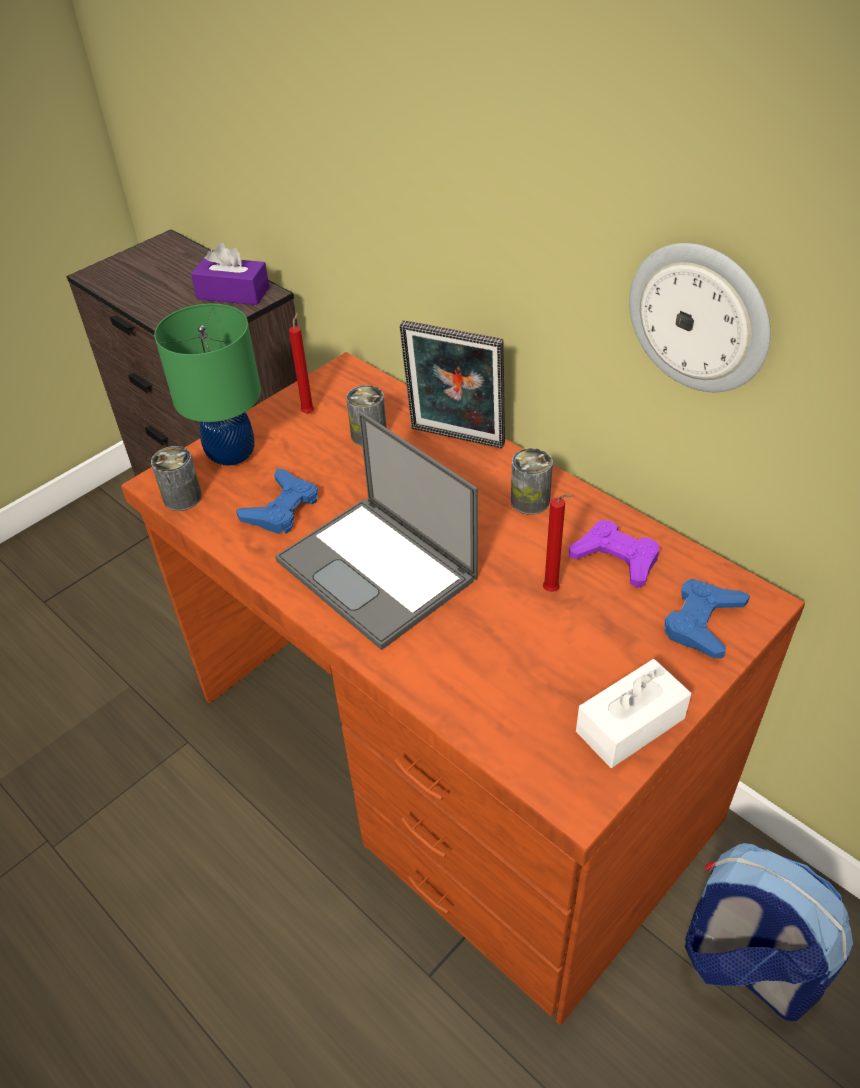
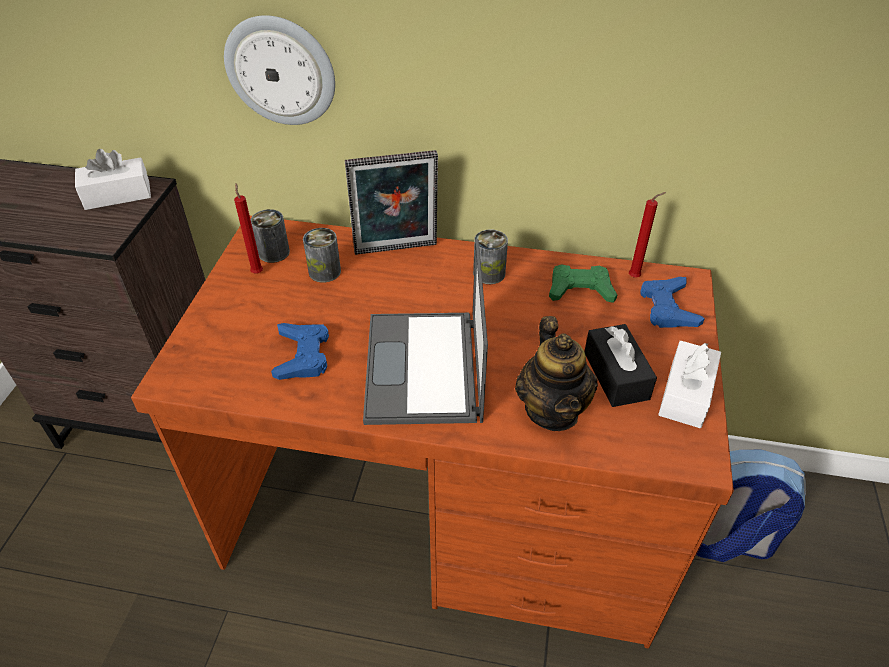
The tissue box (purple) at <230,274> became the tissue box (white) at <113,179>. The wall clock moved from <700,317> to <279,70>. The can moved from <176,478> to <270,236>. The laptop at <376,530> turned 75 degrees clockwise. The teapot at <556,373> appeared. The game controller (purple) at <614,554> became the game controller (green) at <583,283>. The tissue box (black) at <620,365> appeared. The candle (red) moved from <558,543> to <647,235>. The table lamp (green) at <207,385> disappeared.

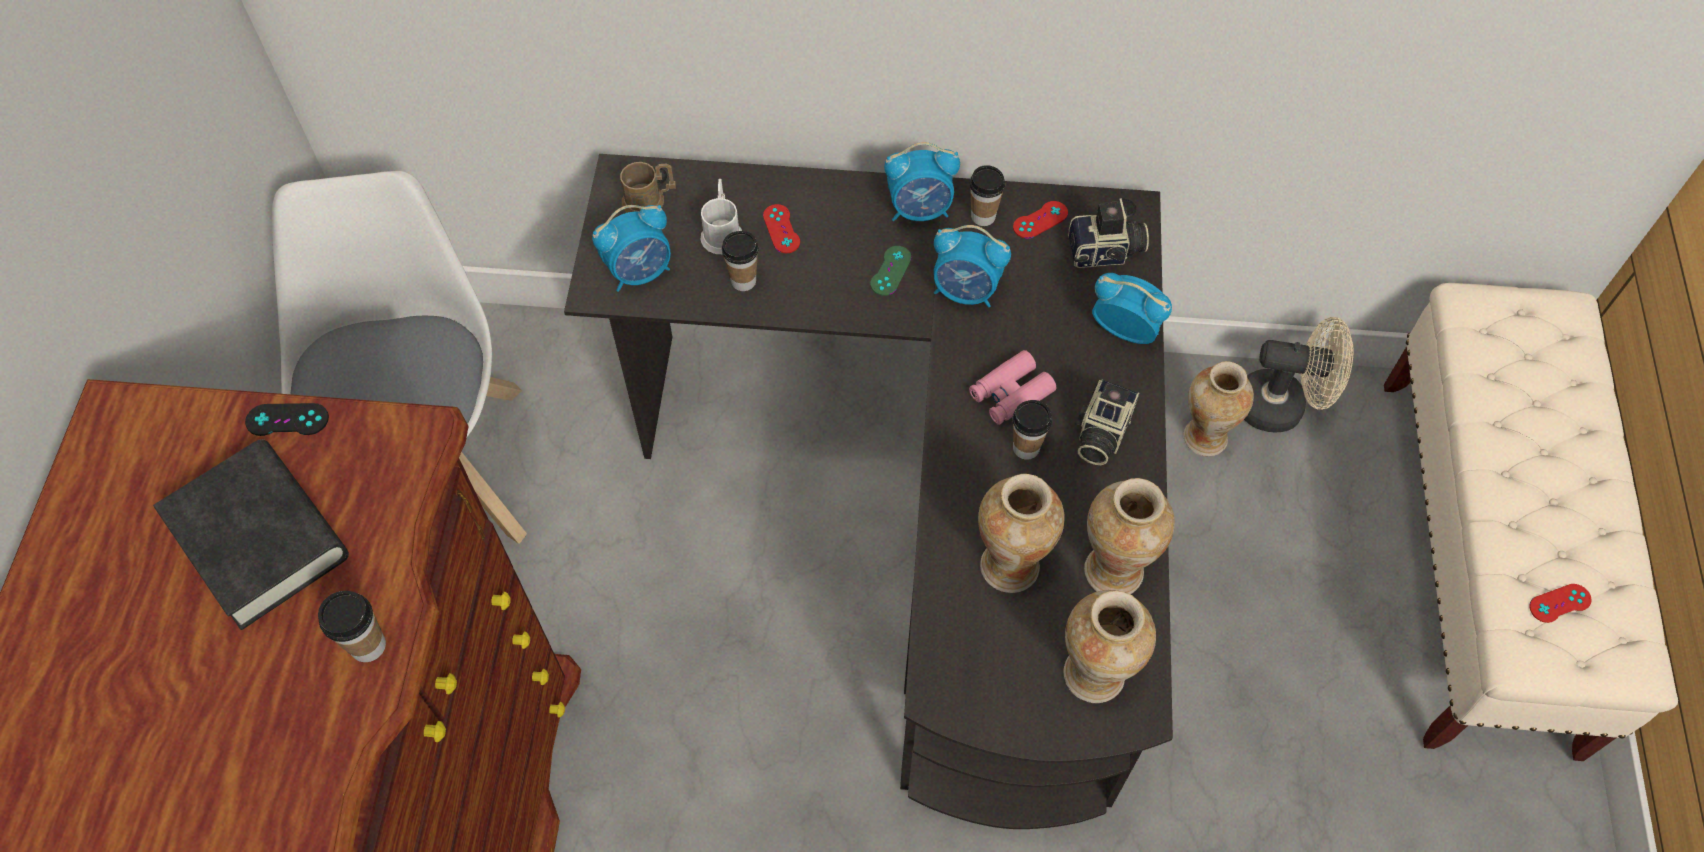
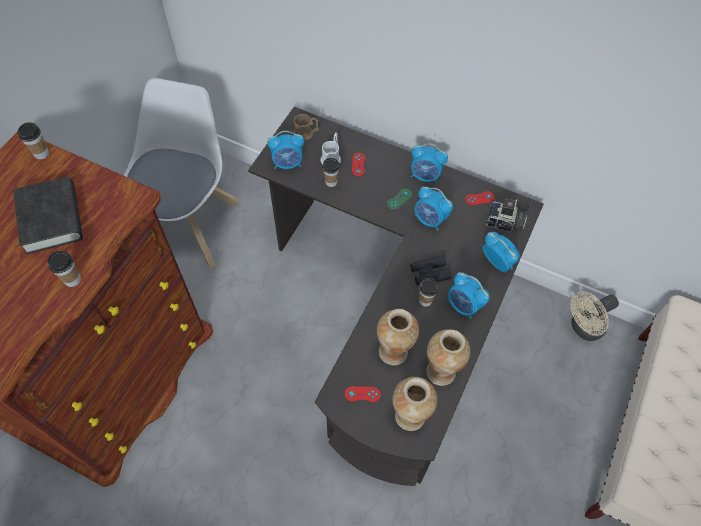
The cup moved from <987,195> to <33,140>. The game controller (red) moved from <1560,603> to <363,394>. The binoculars (pink) at <1012,387> became the binoculars (black) at <430,270>. The photo camera at <1107,422> was replaced by the alarm clock at <469,295>. The fan (beige) at <1298,375> turned 120 degrees clockwise. The game controller (black) at <287,419> disappeared. The vase at <1218,408> disappeared.

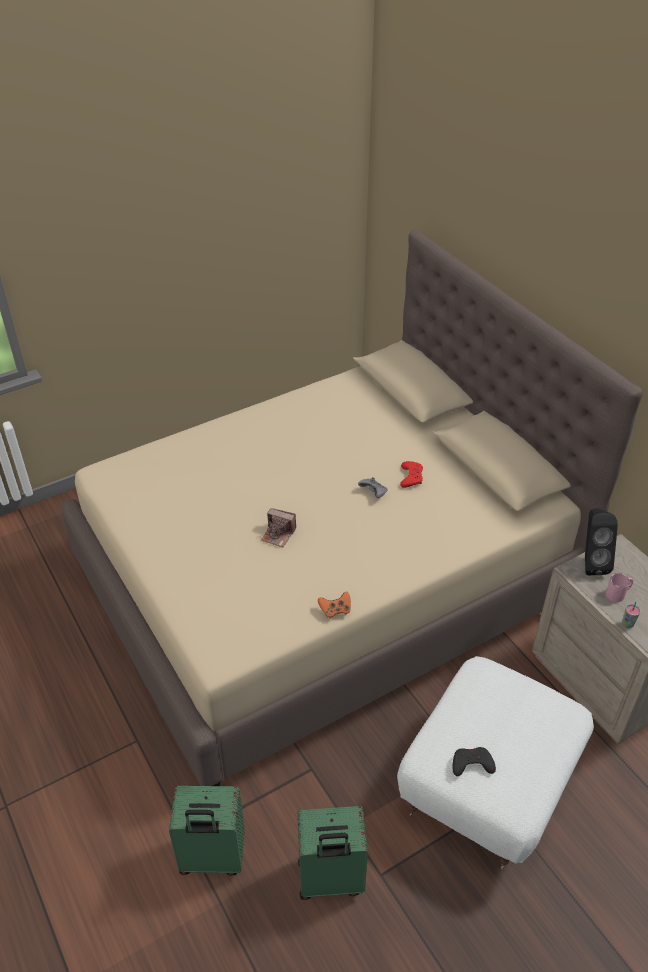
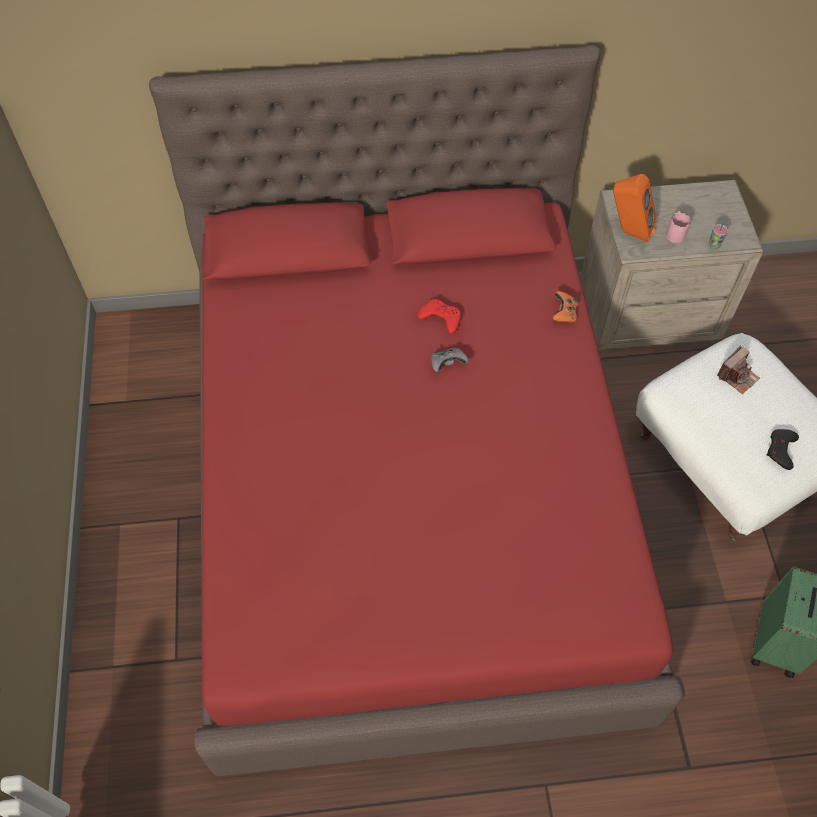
The bed (beige) at <352,508> became the bed (red) at <417,410>. The game controller (orange) moved from <334,604> to <565,307>. The speaker (black) at <601,542> became the speaker (orange) at <635,208>. The photo camera moved from <278,527> to <738,369>. The suitcase (green) at <207,831> disappeared.

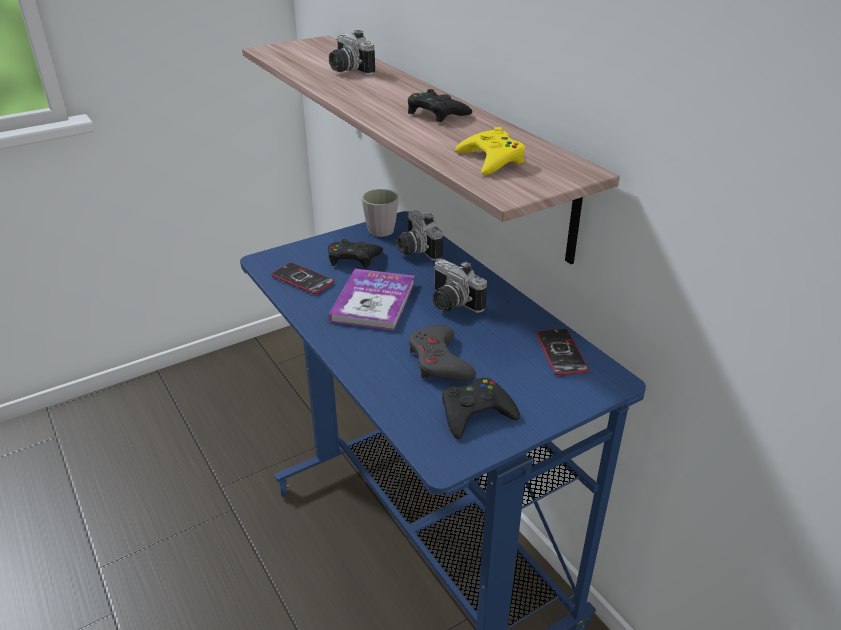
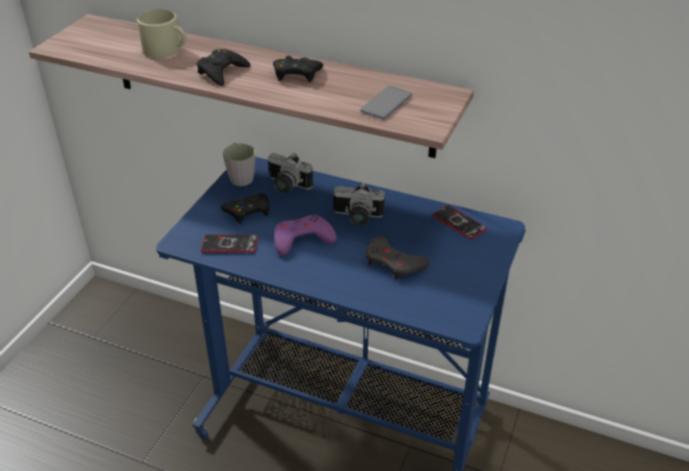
The photo camera at <352,52> was replaced by the mug (beige) at <162,33>. The game controller (black) moved from <481,409> to <223,67>. The book at <371,299> was replaced by the game controller (purple) at <305,235>. The game controller (yellow) at <490,151> was replaced by the phone at <386,102>.

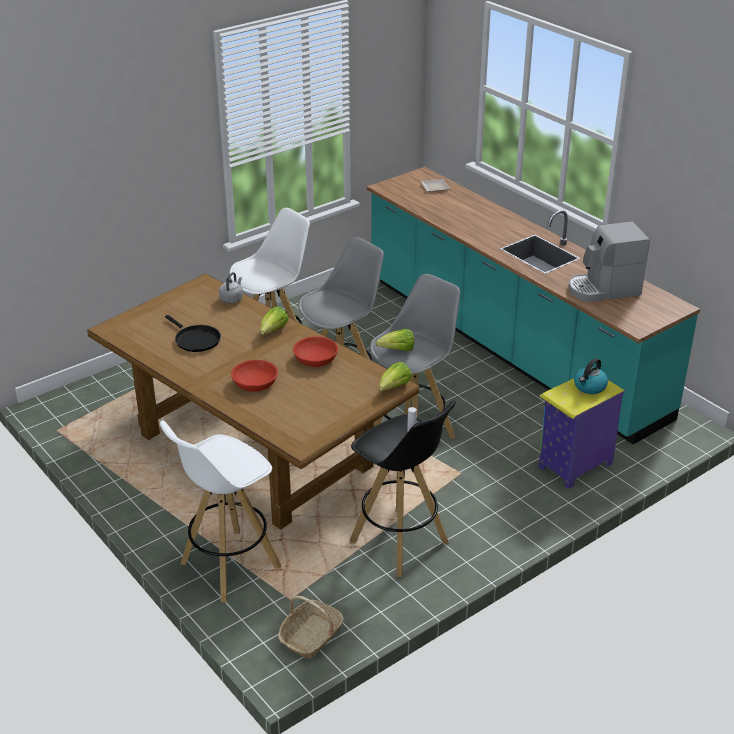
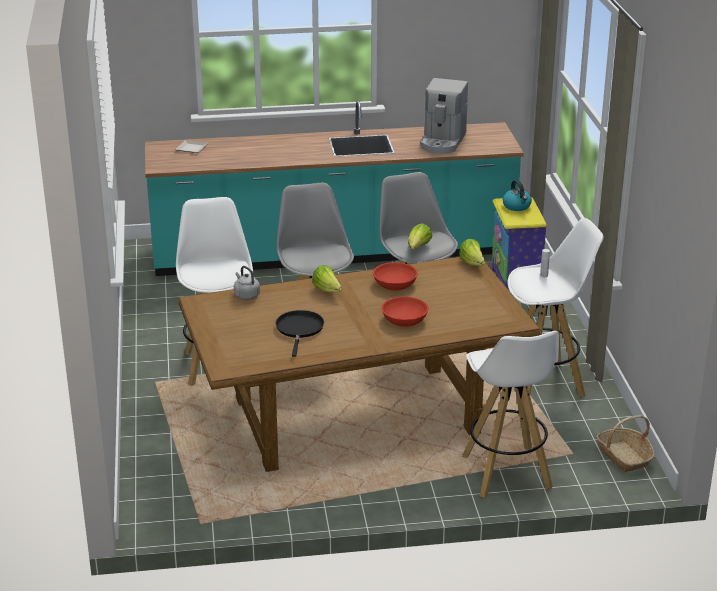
The frying pan (black) at <193,333> turned 75 degrees counterclockwise. The stool (black) at <403,489> became the stool (white) at <555,307>.

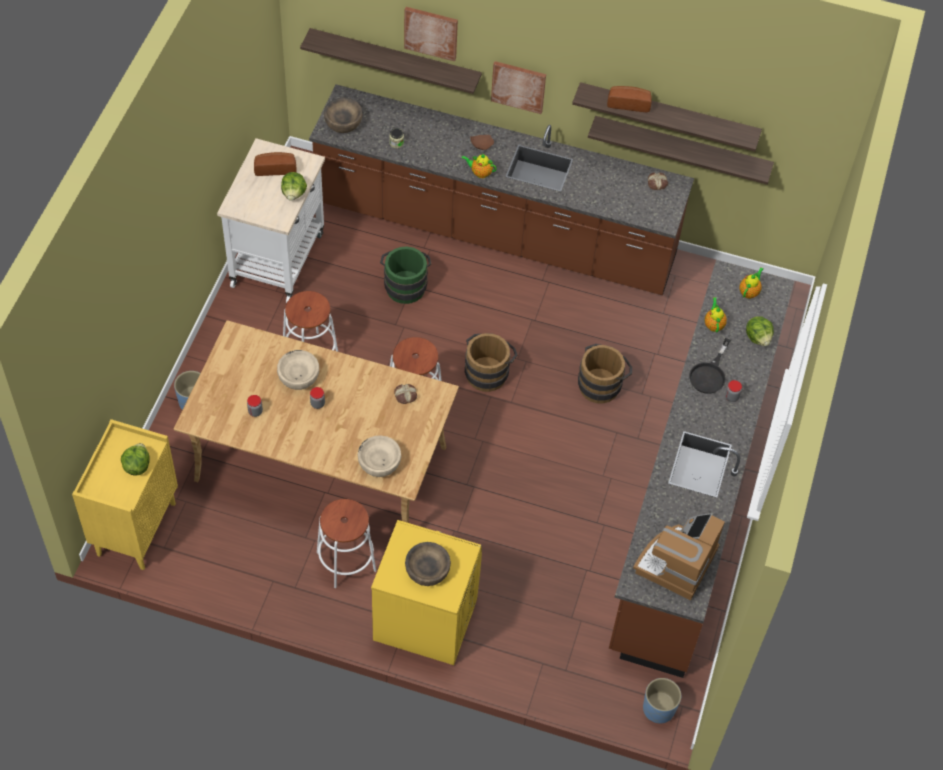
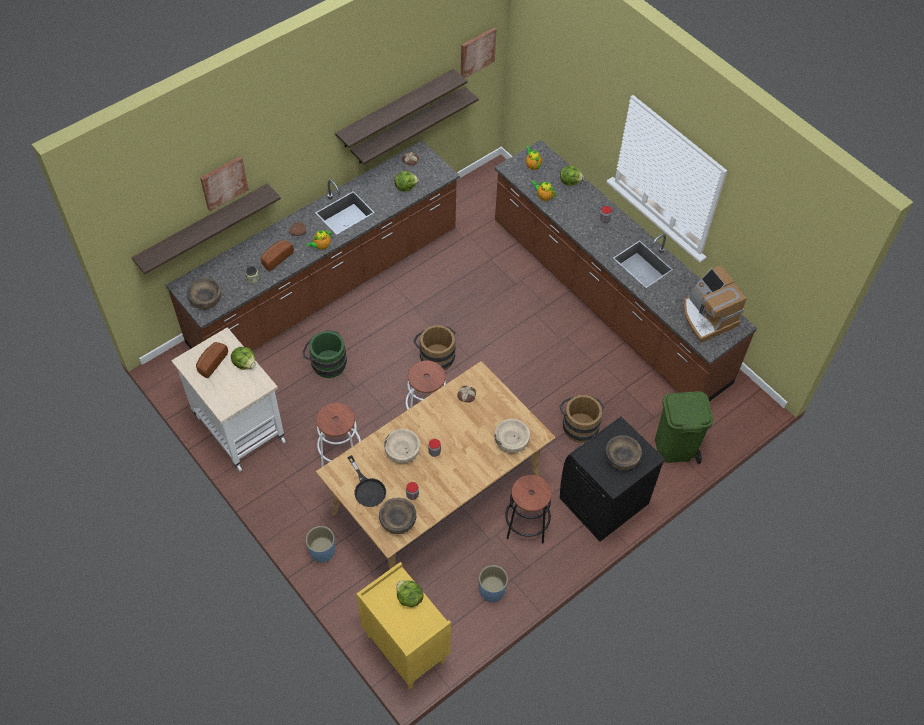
The bread moved from <629,99> to <277,255>. The frying pan (black) moved from <710,366> to <366,481>. The bowl (brown) at <397,516> appeared. The lettuce at <407,181> appeared. The picture moved from <518,87> to <478,52>. The planter (blue) moved from <662,701> to <493,583>. The stool (white) at <346,543> became the stool (black) at <528,509>. The bucket (brown) moved from <605,374> to <581,419>. The washing machine (yellow) at <426,592> became the washing machine (black) at <612,478>. The trash can (green) at <684,427> appeared.

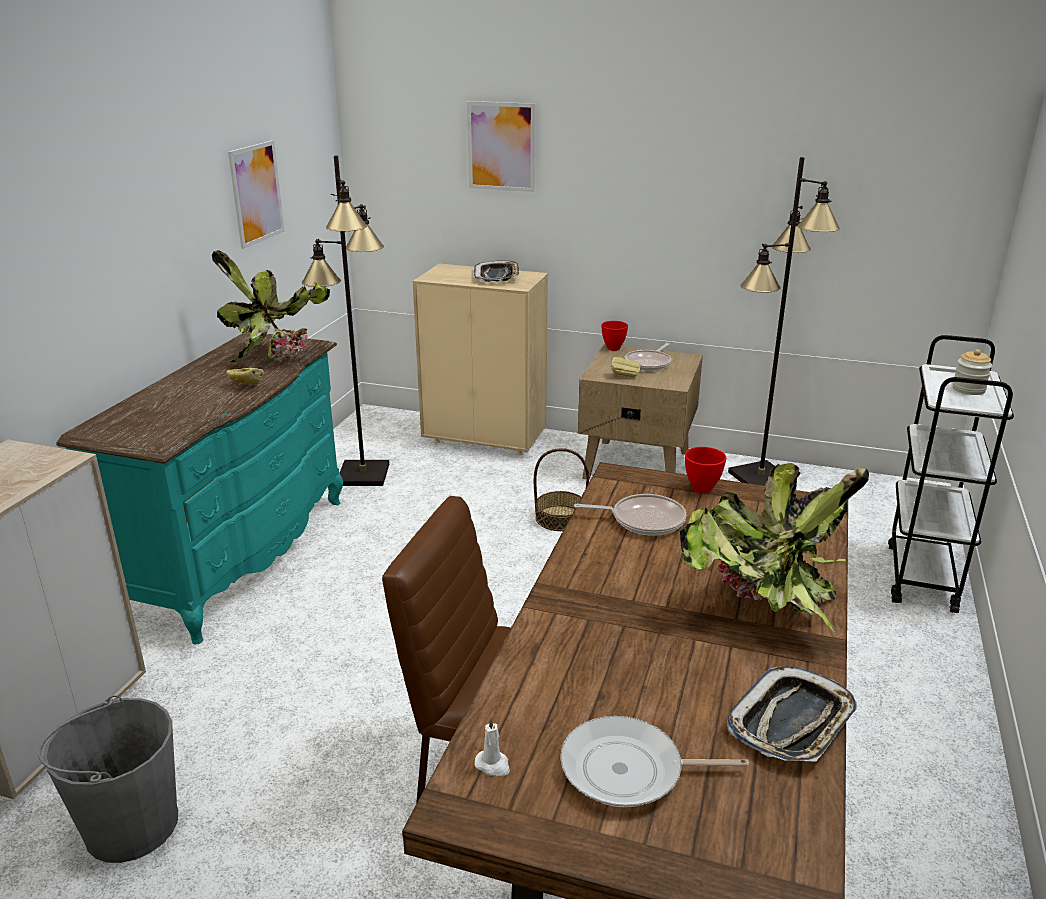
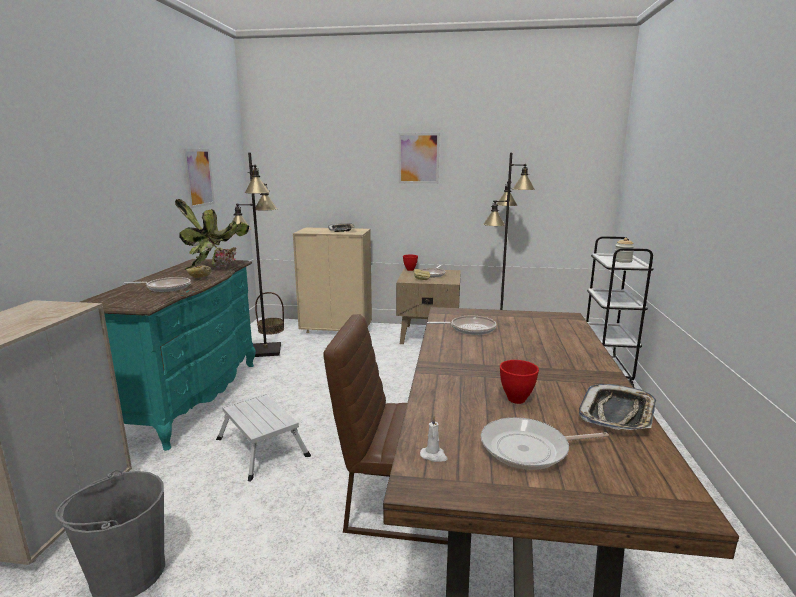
The frying pan at <157,284> appeared. The step ladder (white) at <263,438> appeared. The basket moved from <561,489> to <269,313>. The picture moved from <501,146> to <419,158>. The bowl (red) moved from <705,470> to <519,382>. The potted plant at <774,547> disappeared.

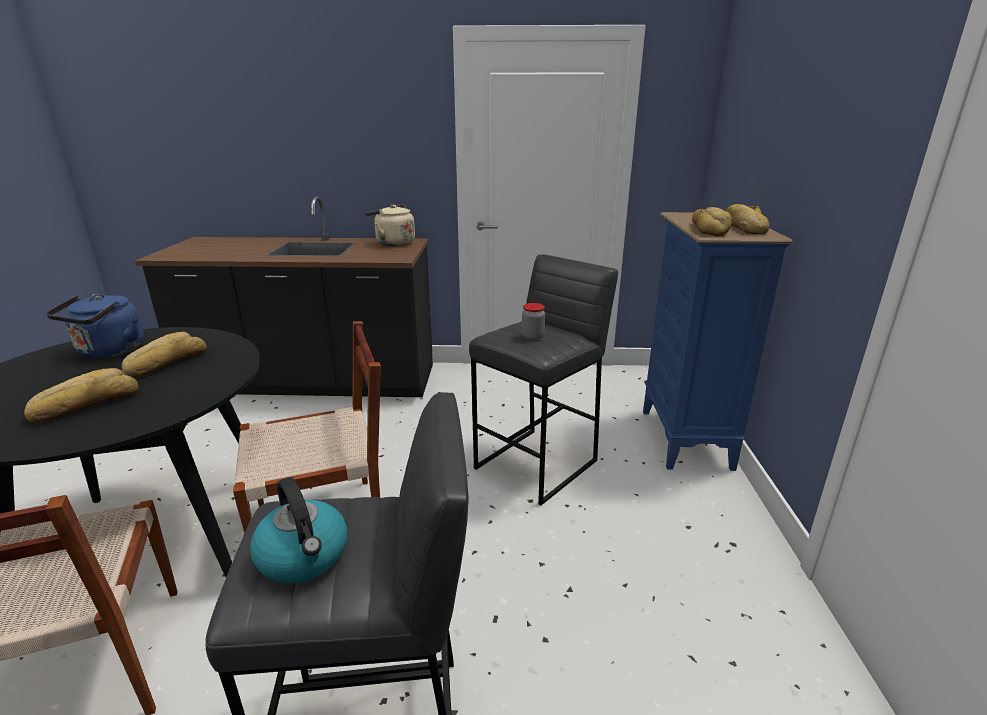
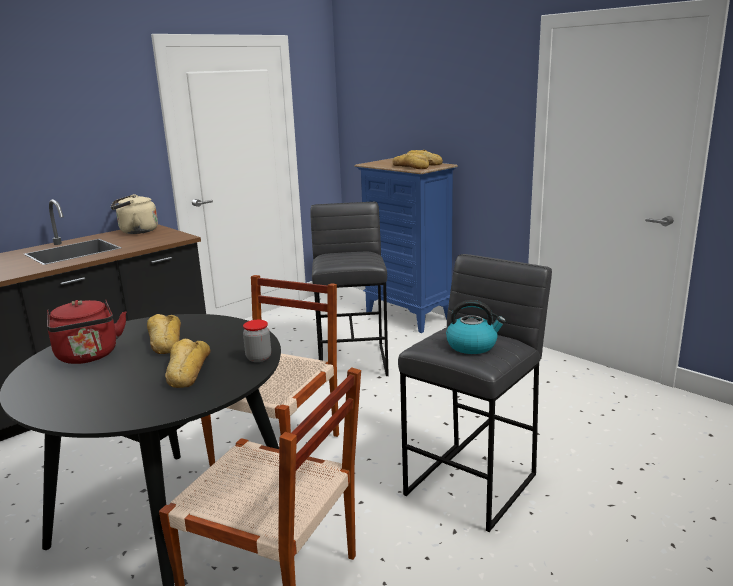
The kettle (blue) at <95,326> became the kettle (red) at <86,331>. The jar moved from <533,322> to <257,341>.

